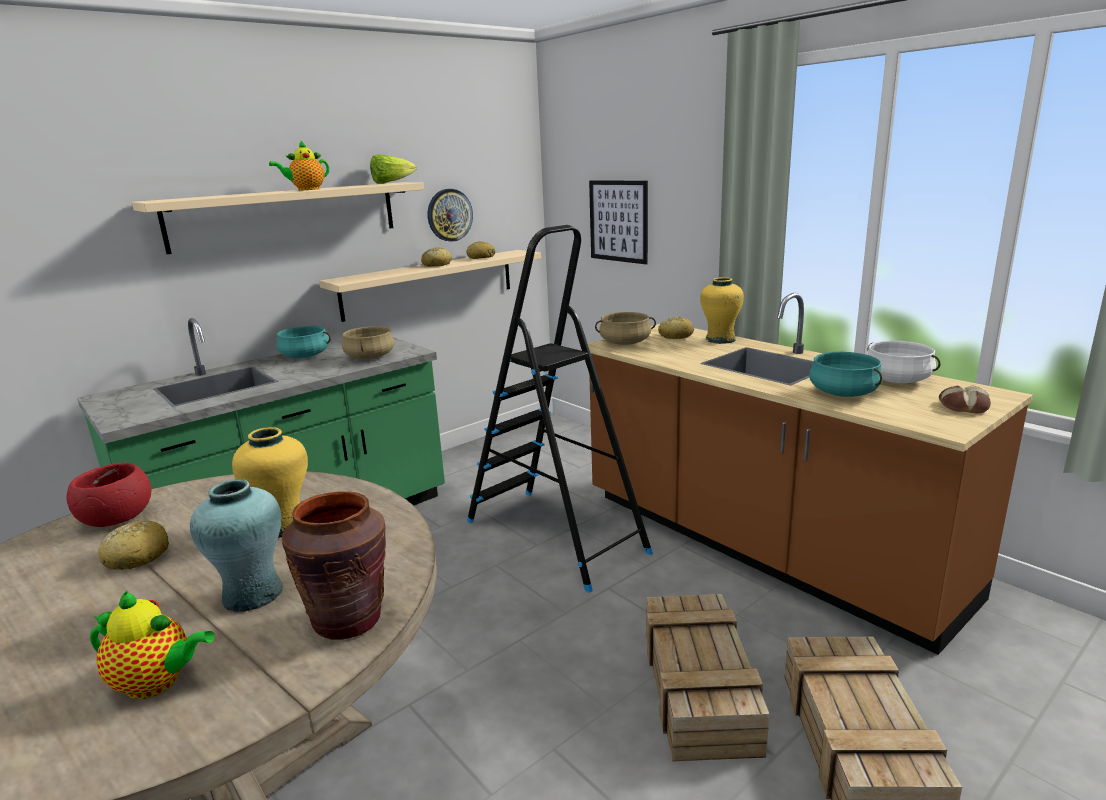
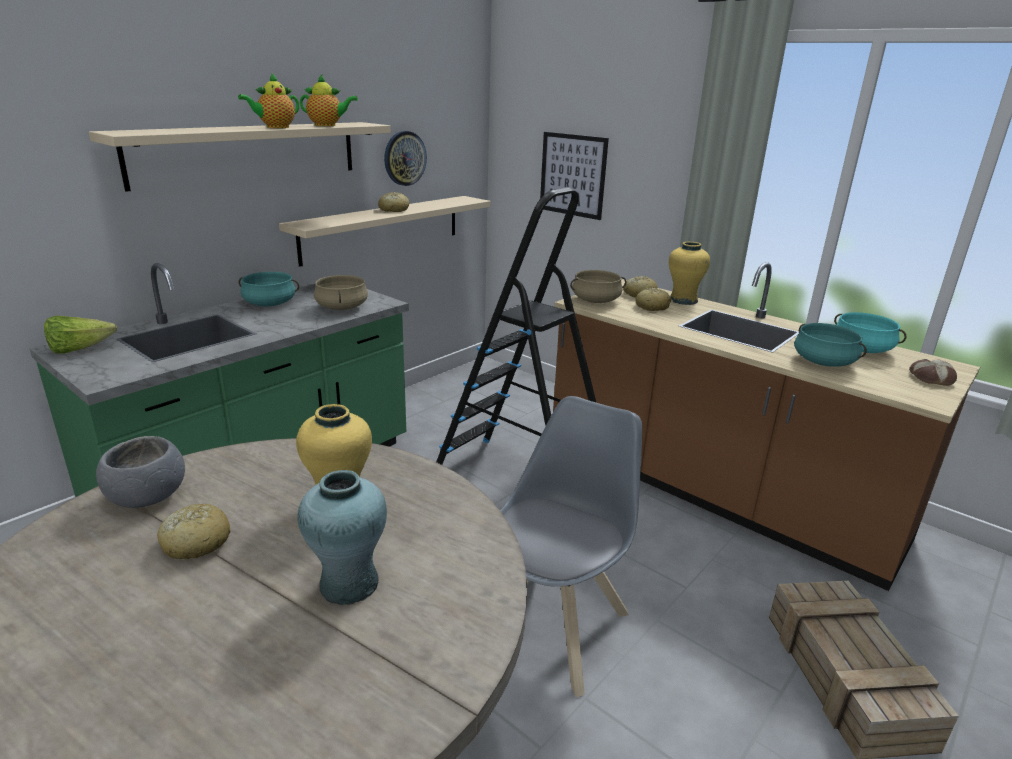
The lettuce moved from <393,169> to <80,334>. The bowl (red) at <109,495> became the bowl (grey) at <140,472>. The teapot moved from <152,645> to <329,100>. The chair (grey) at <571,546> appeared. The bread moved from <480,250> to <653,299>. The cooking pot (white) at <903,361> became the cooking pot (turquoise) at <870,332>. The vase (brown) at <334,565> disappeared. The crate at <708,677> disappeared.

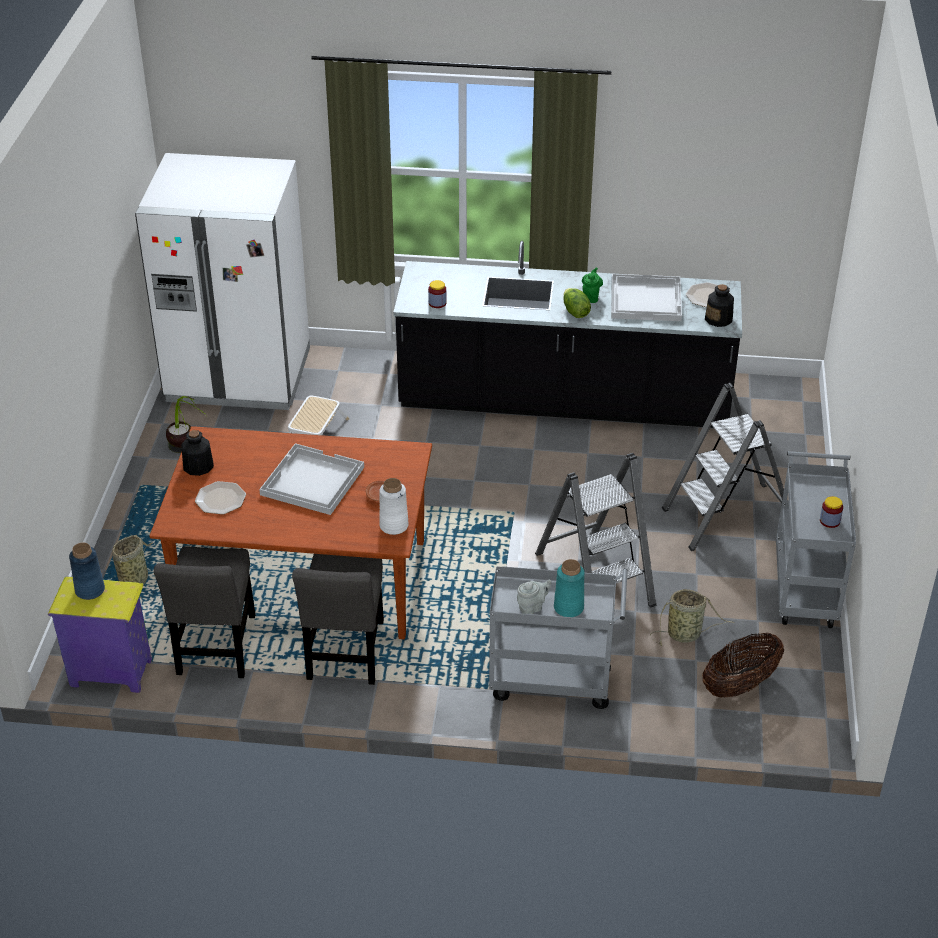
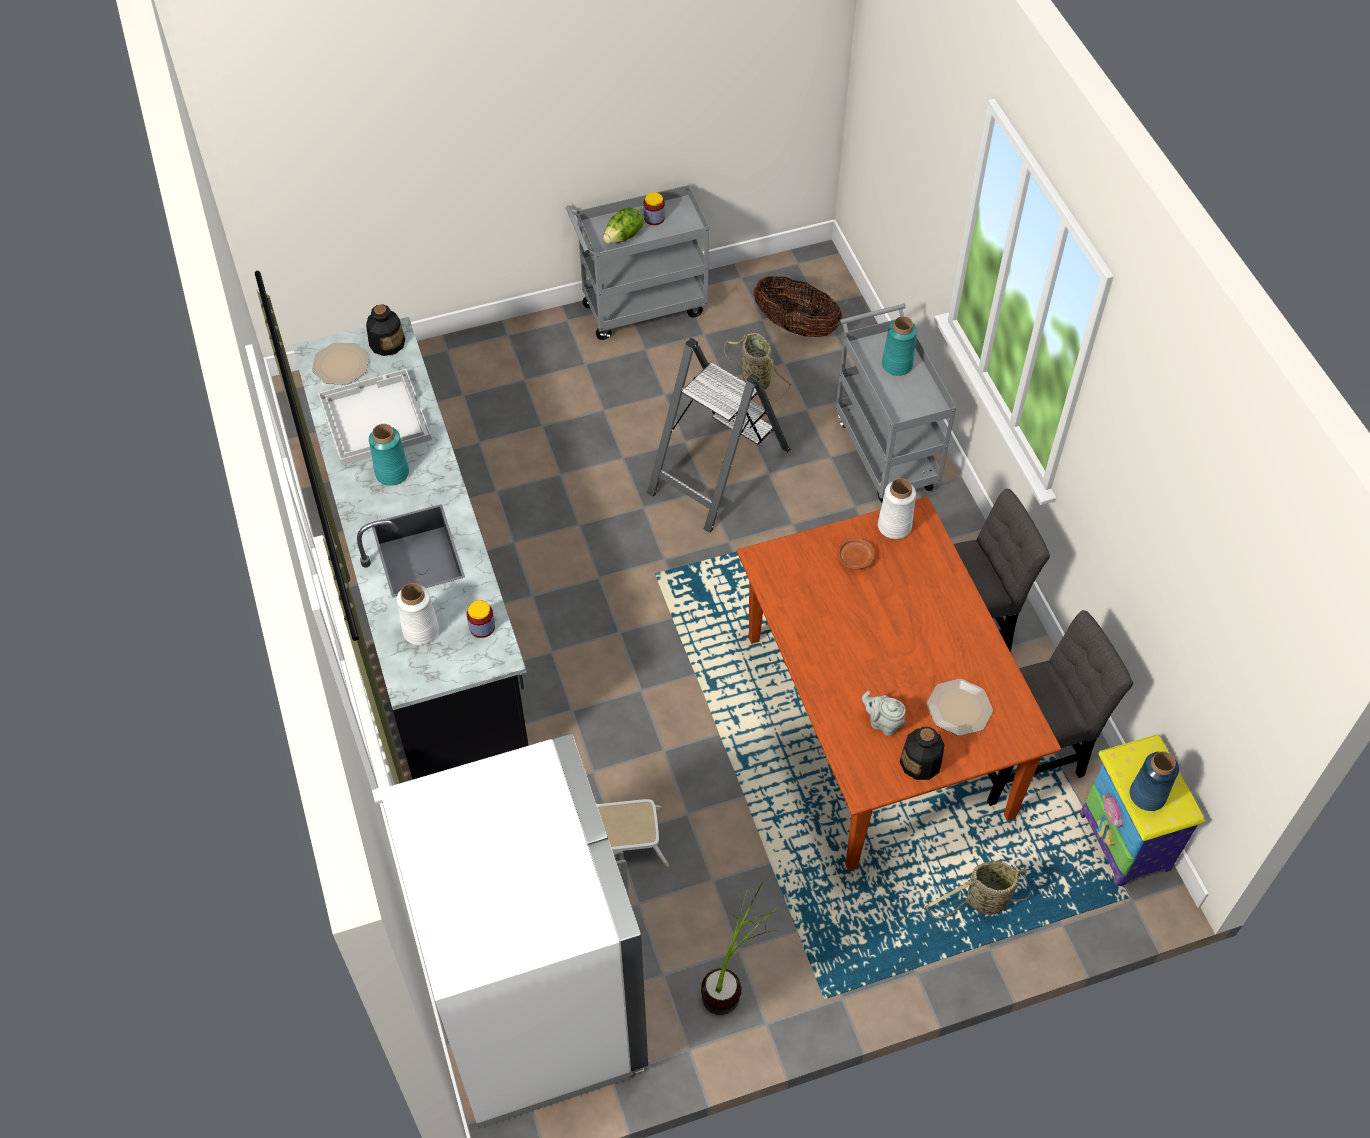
The teapot (green) at <592,285> was replaced by the vase (turquoise) at <389,455>. The vase (white) at <418,614> appeared. The lettuce moved from <577,303> to <623,226>. The teapot (grey) moved from <534,597> to <884,713>. The tray (white) at <311,479> disappeared. The step ladder (grey) at <723,467> disappeared.

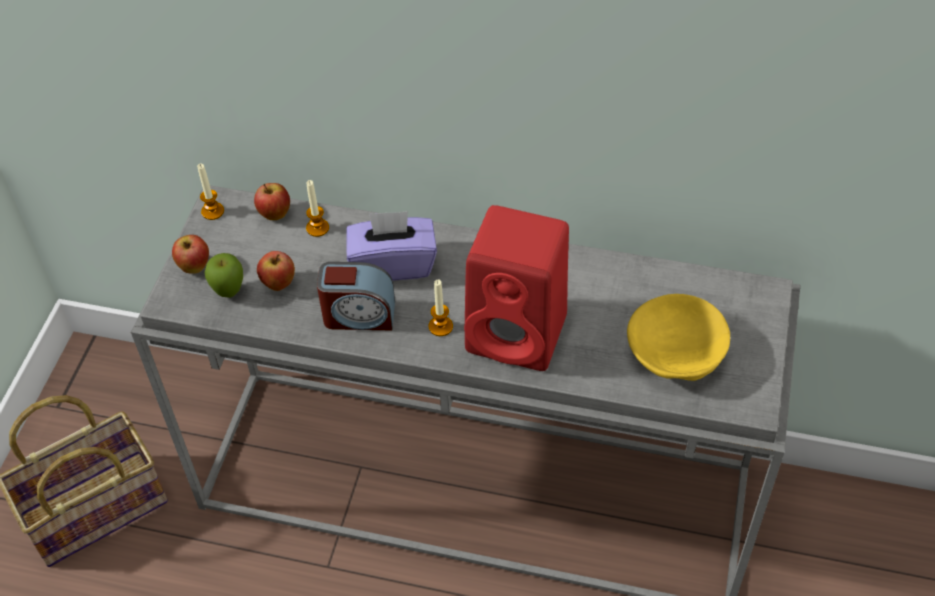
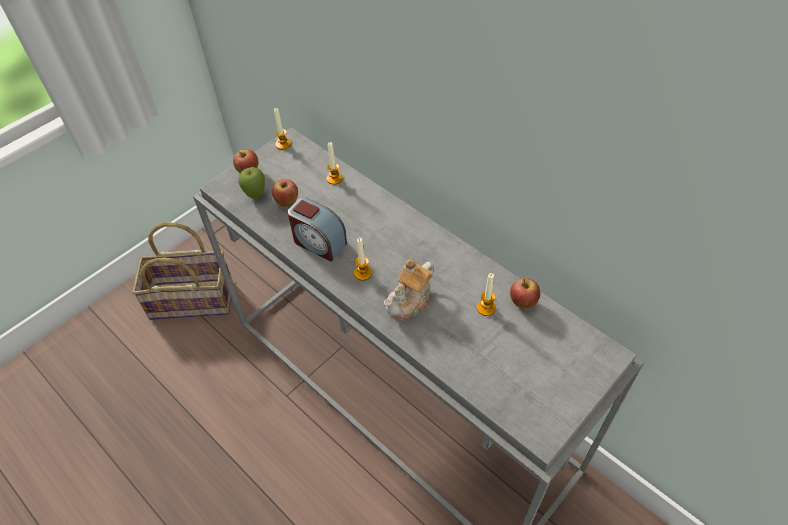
The speaker (red) at <516,288> was replaced by the teapot at <409,290>. The candle at <486,294> appeared. The apple moved from <272,201> to <525,293>. The tissue box (purple) at <391,246> disappeared. The bowl (yellow) at <678,337> disappeared.

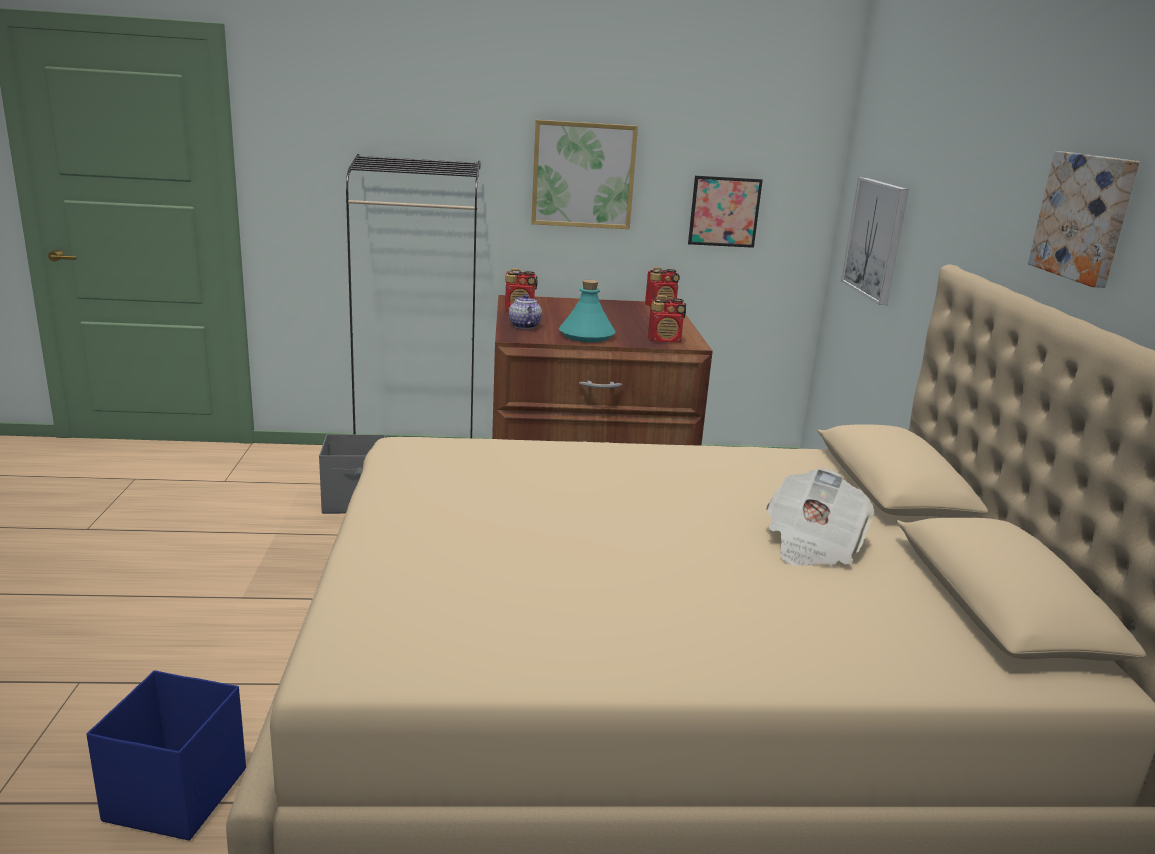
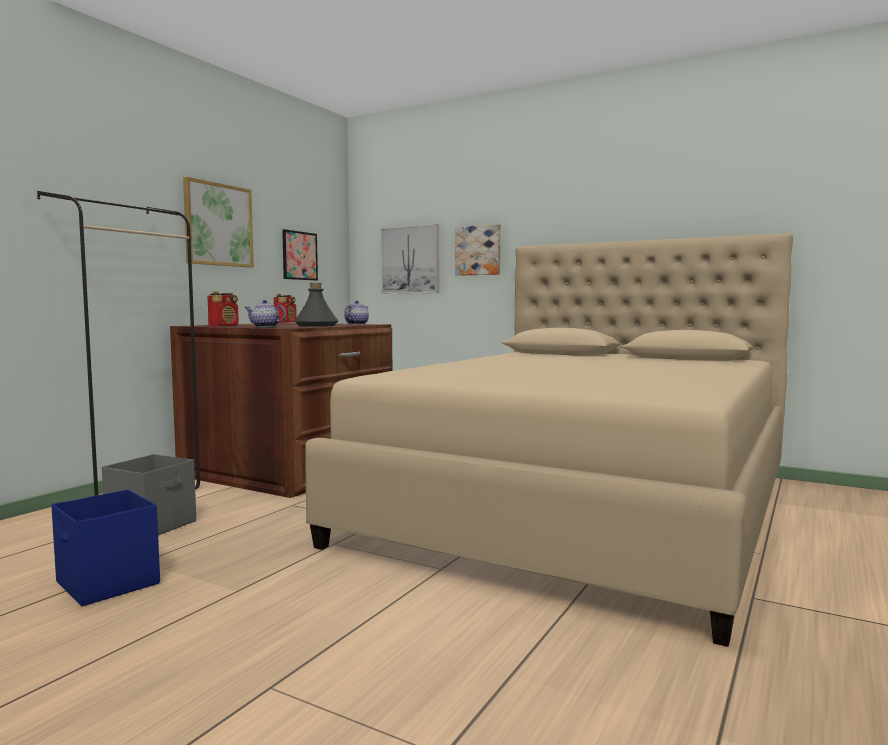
The storage box (blue) moved from <166,755> to <105,548>. The bottle (turquoise) at <587,311> became the bottle (grey) at <316,305>. The radio at <667,318> was replaced by the teapot at <356,313>. The picture moved from <1083,219> to <478,250>. The newspaper at <820,517> disappeared.

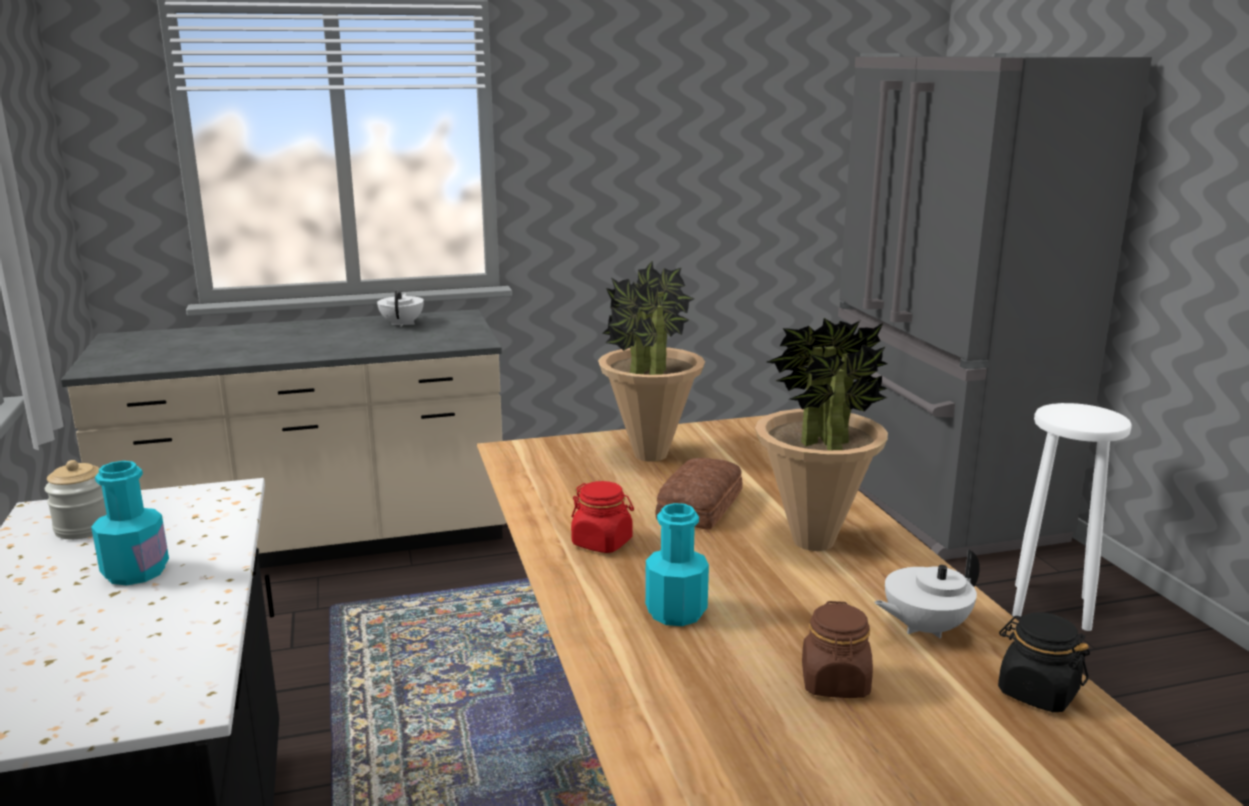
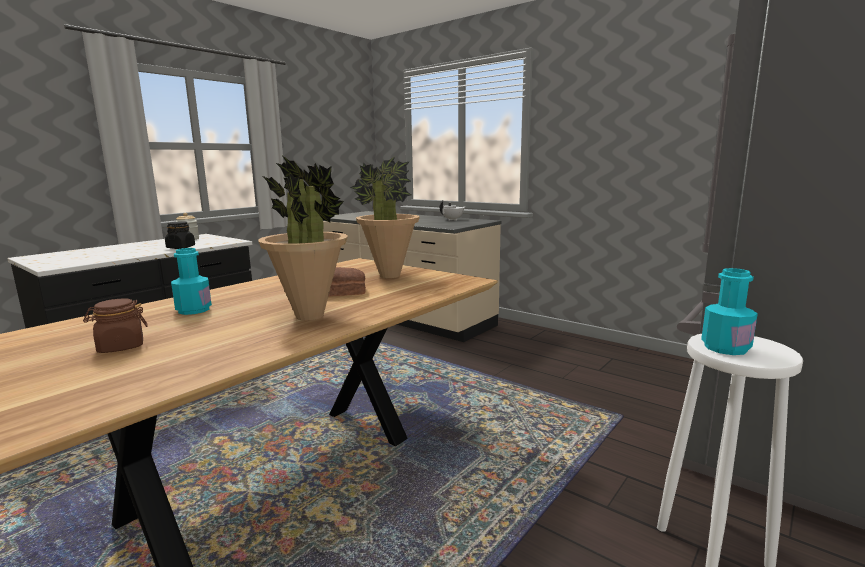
The jar (black) moved from <1044,662> to <180,235>. The bottle (turquoise) moved from <130,523> to <729,311>. The jar (red) at <602,517> disappeared. The teapot (white) at <927,593> disappeared.

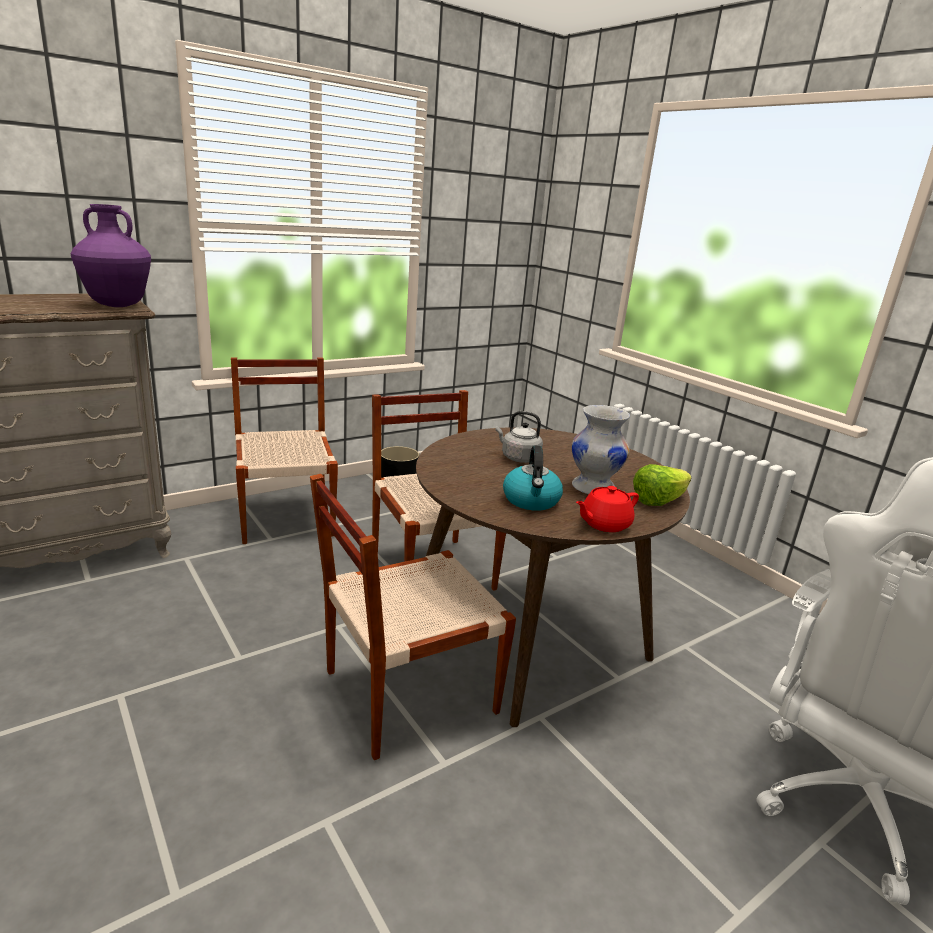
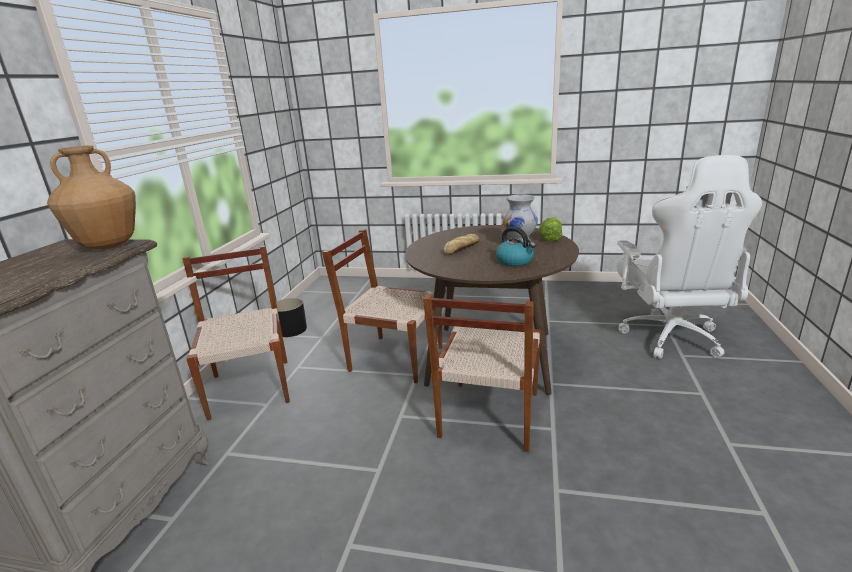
The vase (purple) at <111,255> became the vase (brown) at <91,197>. The chair at <284,450> turned 45 degrees clockwise. The kettle (grey) at <519,437> was replaced by the bread at <461,244>. The teapot (red) at <607,509> disappeared.

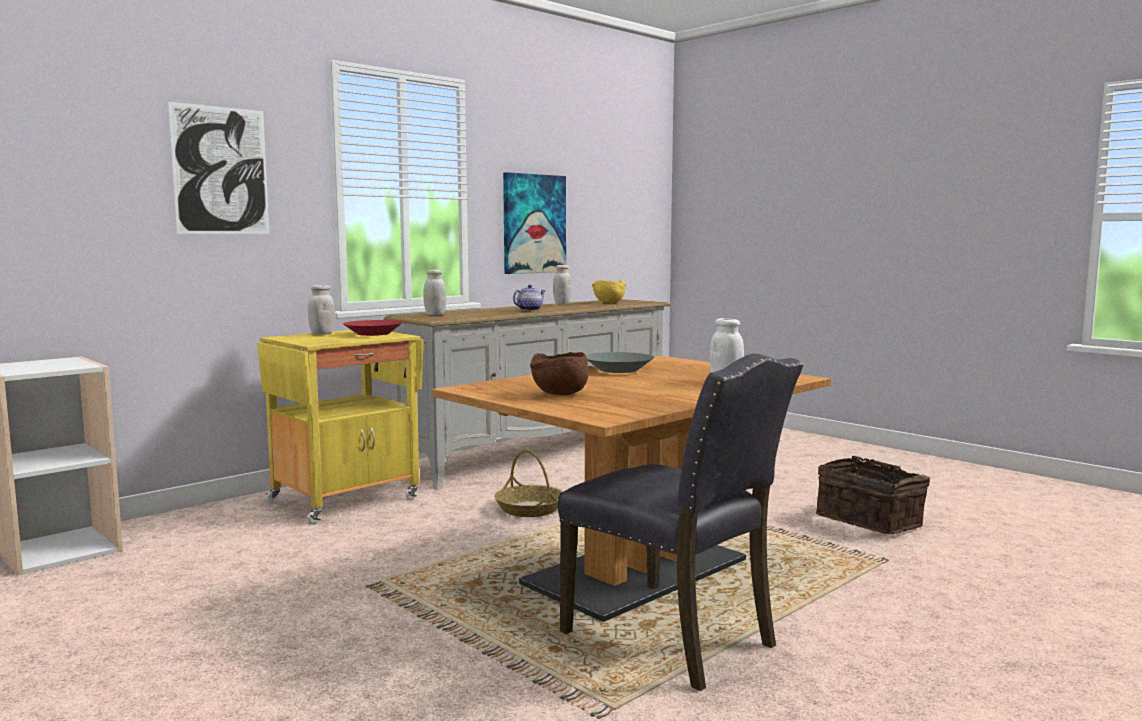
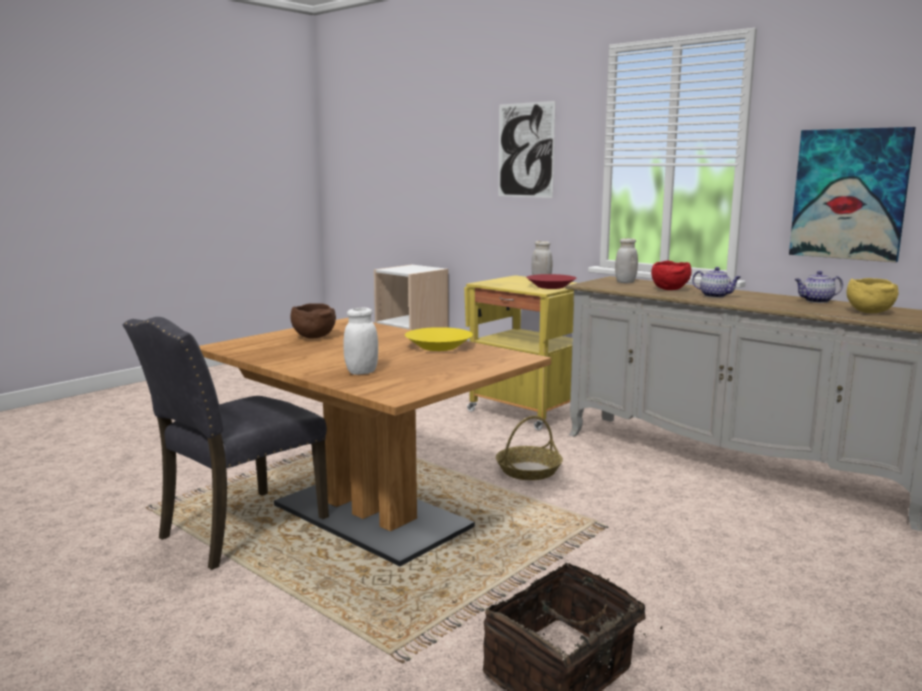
The bowl (grey) at <620,362> became the bowl (yellow) at <439,339>. The bowl (red) at <671,275> appeared. The jar (white) at <562,285> was replaced by the teapot at <819,287>.

